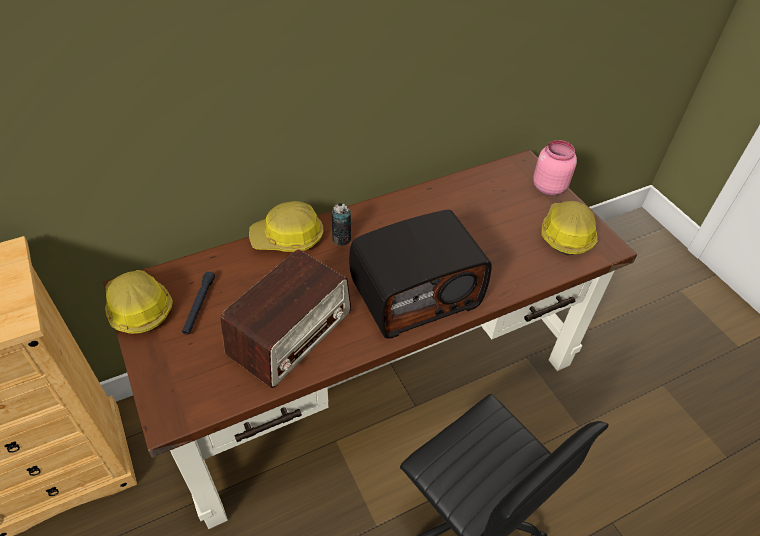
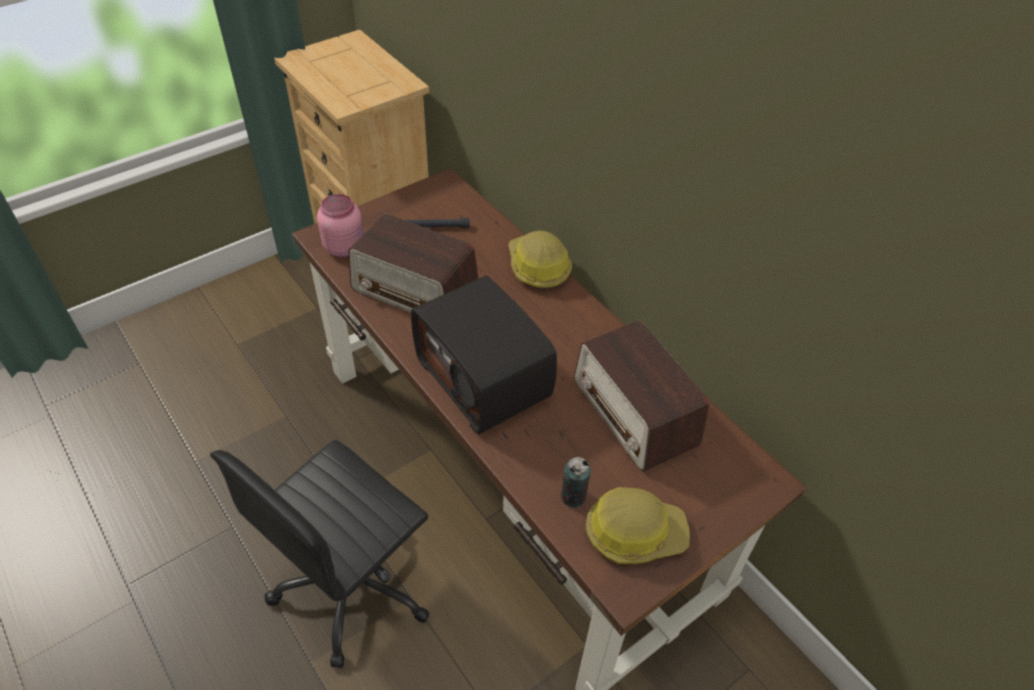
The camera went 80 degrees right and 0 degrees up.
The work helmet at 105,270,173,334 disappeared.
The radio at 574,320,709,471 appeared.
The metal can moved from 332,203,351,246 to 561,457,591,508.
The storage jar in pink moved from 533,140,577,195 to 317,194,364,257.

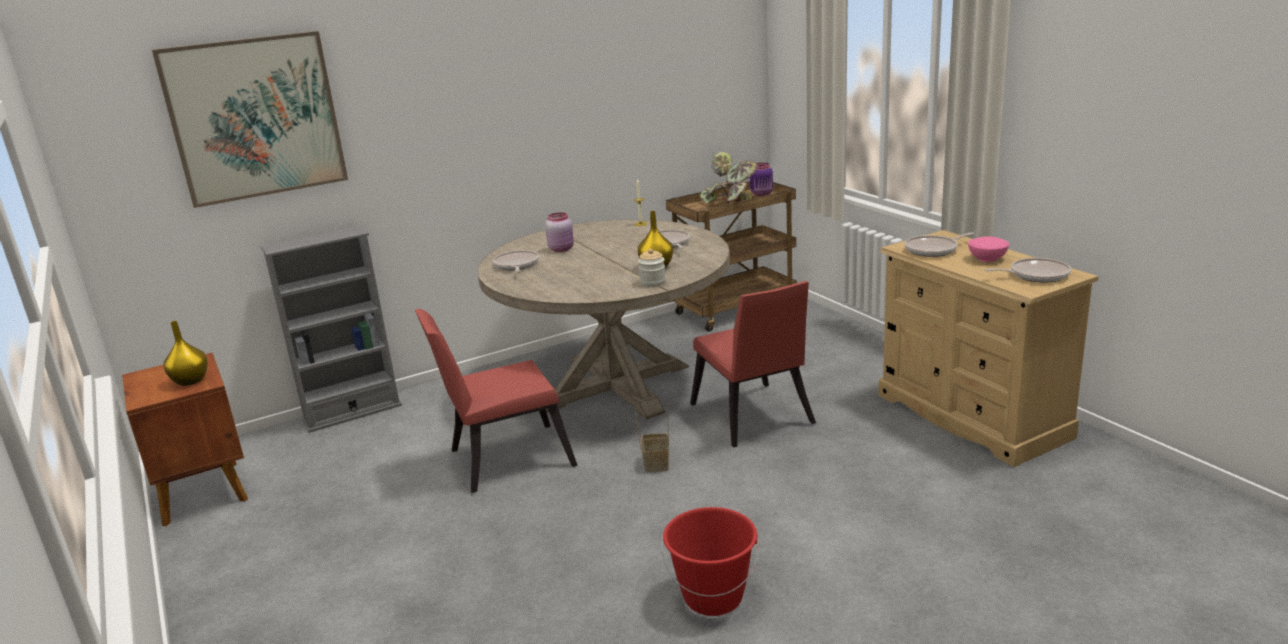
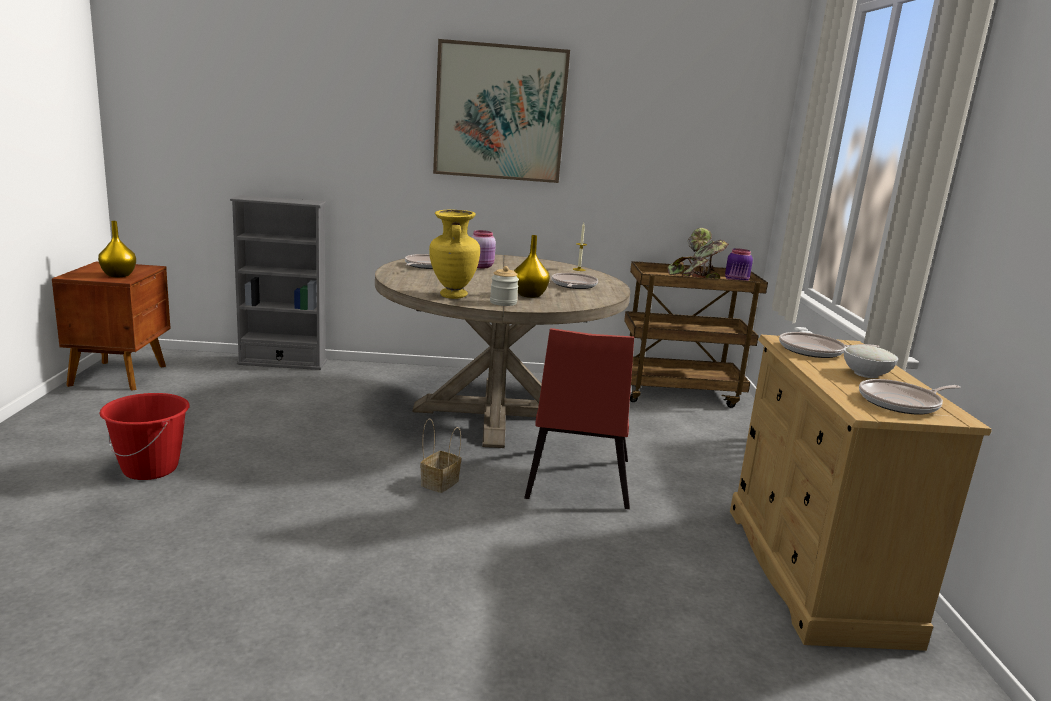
The camera went 25 degrees right and 5 degrees down.
The plain chair in red at 415,309,578,493 disappeared.
The vase in yellow at 429,210,480,299 appeared.
The wall picture moved from 152,31,348,208 to 433,39,570,183.
The pail in red moved from 661,507,759,616 to 100,393,190,480.
The bowl in pink at 968,237,1009,262 became the bowl in white at 844,345,898,378.
The skillet at 985,258,1071,282 turned 135 degrees clockwise.

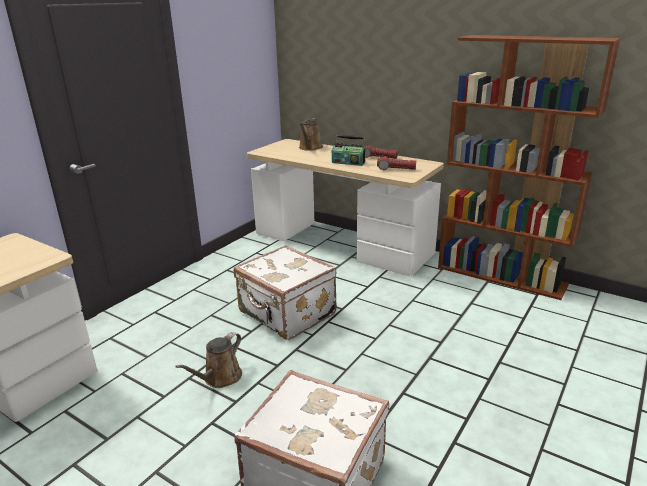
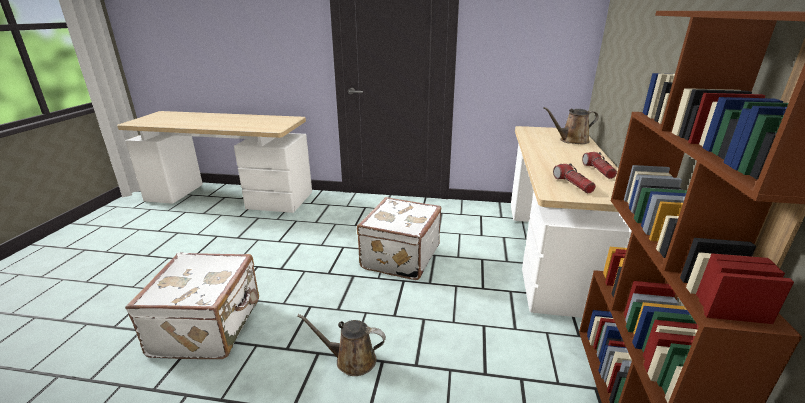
The camera went 65 degrees right and 0 degrees up.
The radio at 332,135,365,166 disappeared.
The watering pot in brownish moved from 175,332,242,388 to 297,314,386,376.

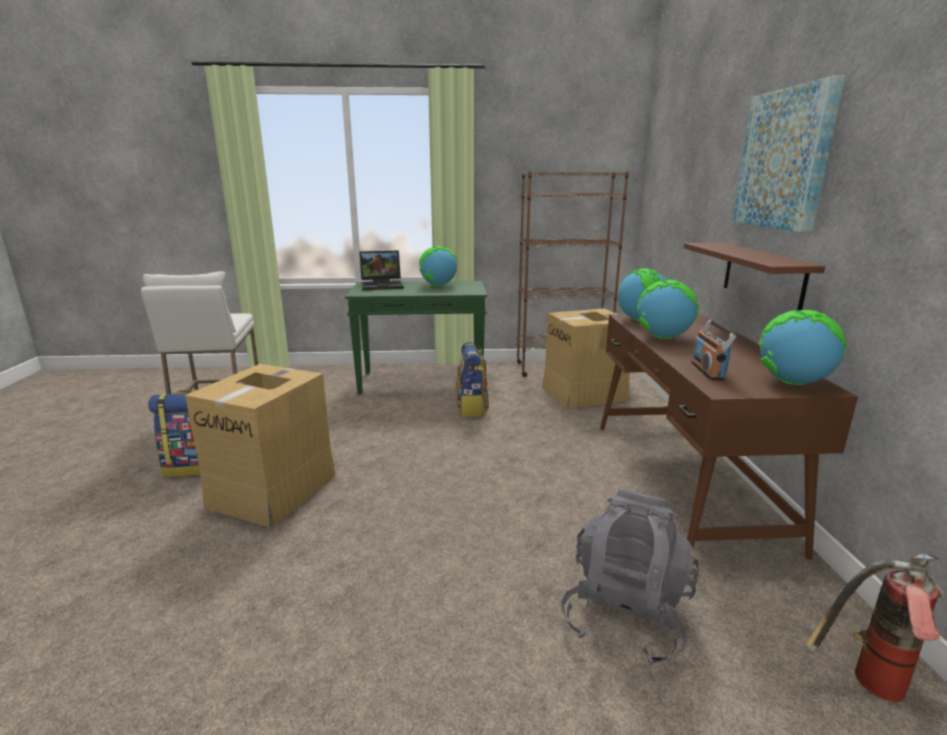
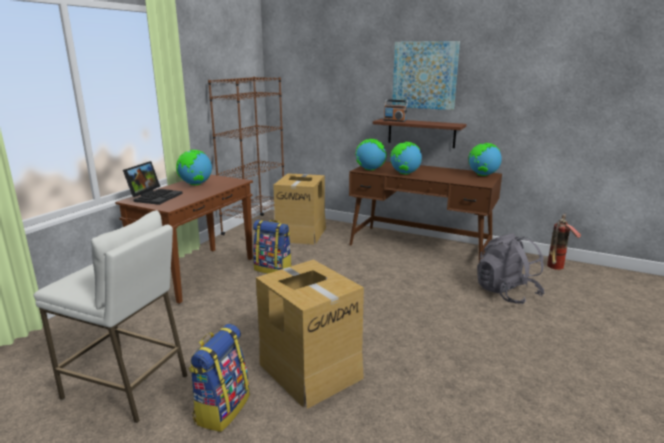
The camera went 60 degrees left and 0 degrees up.
The radio moved from 691,320,736,380 to 384,99,408,122.
The hall table in green at 345,281,487,394 became the hall table in brownish at 115,175,253,304.

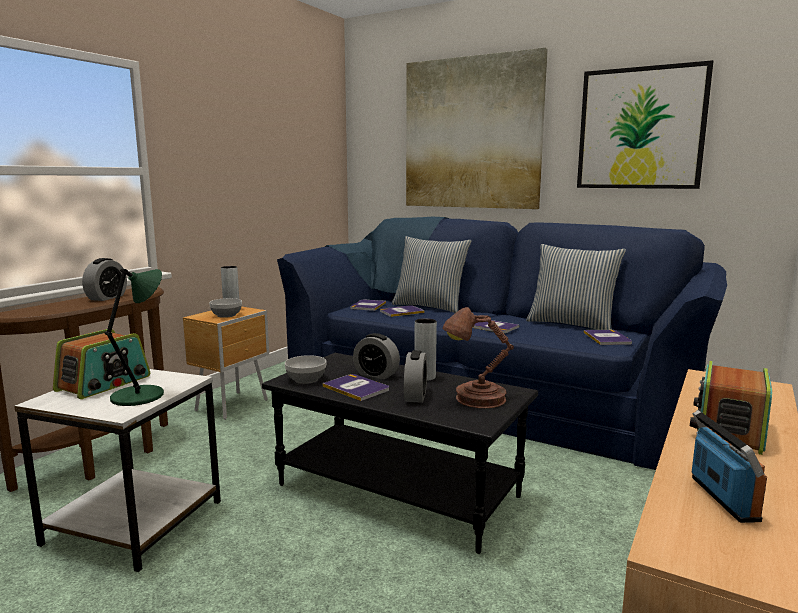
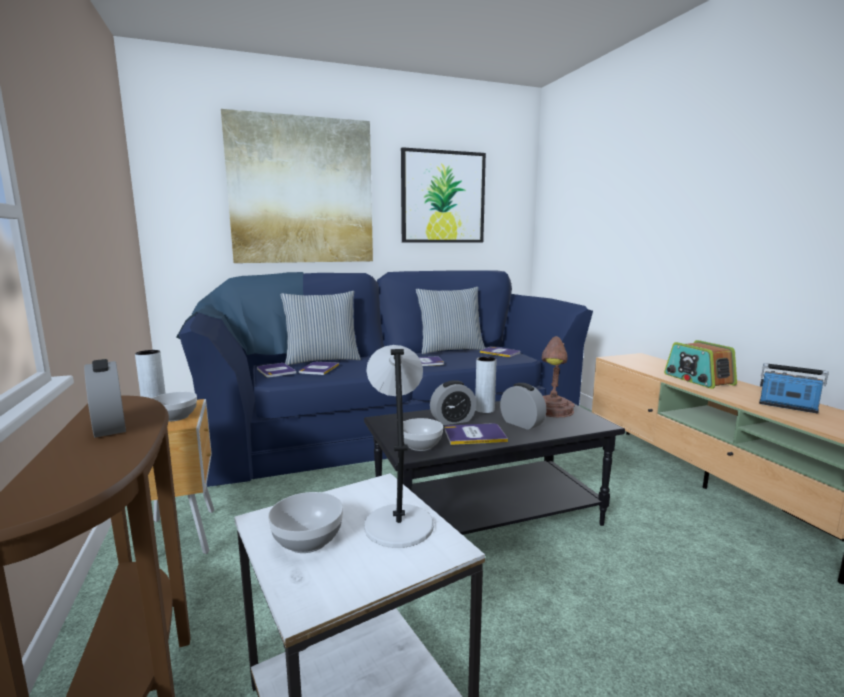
The camera went 50 degrees left and 0 degrees up.
The radio at 53,329,150,399 was replaced by the bowl at 268,492,343,553.
The tabletop lamp in green at 105,268,164,406 became the tabletop lamp in gray at 364,345,434,548.

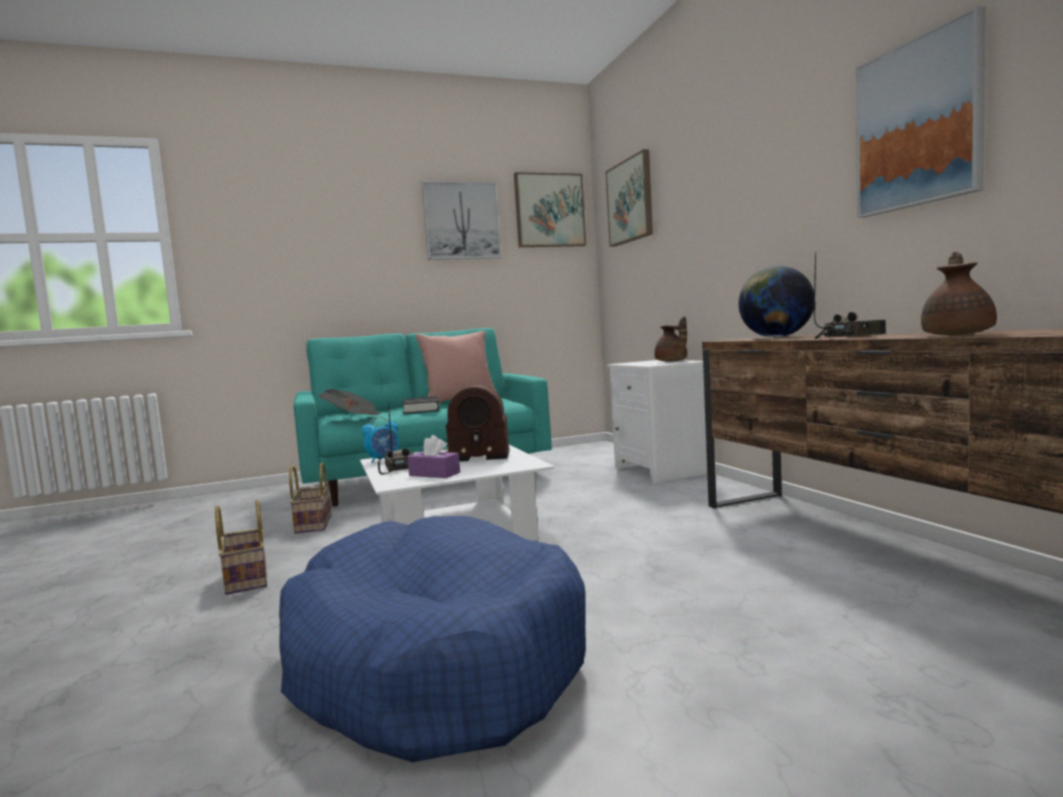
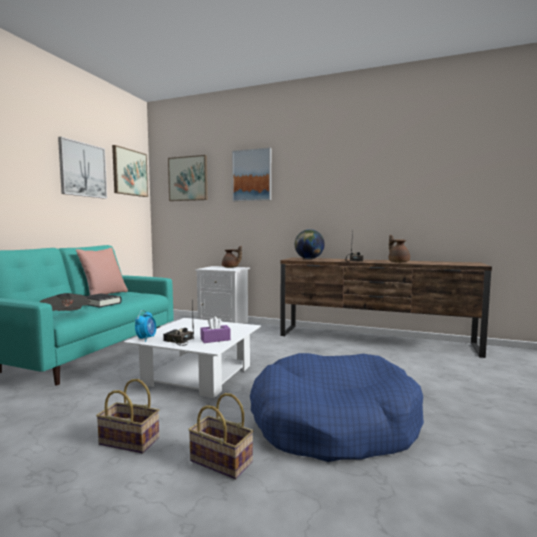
The camera went 50 degrees left and 0 degrees up.
The radio at 443,384,510,462 disappeared.
The household basket moved from 289,463,332,534 to 188,393,254,479.
The wall picture moved from 856,6,986,218 to 232,147,271,201.

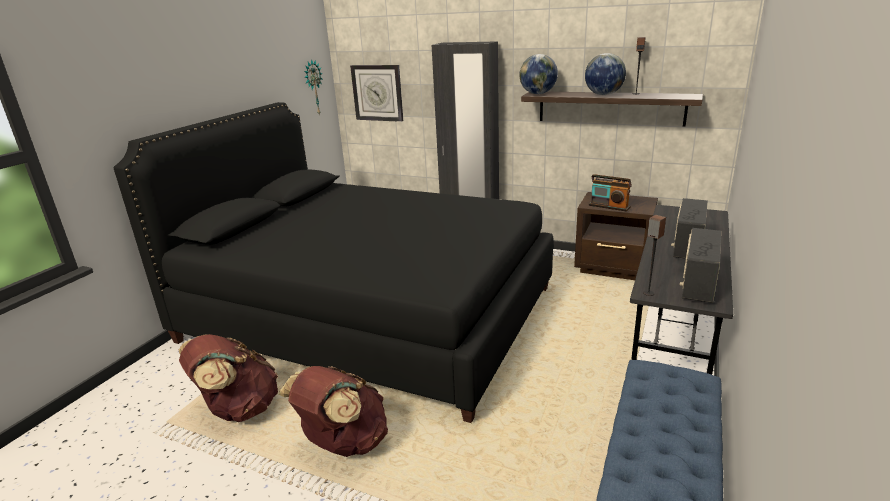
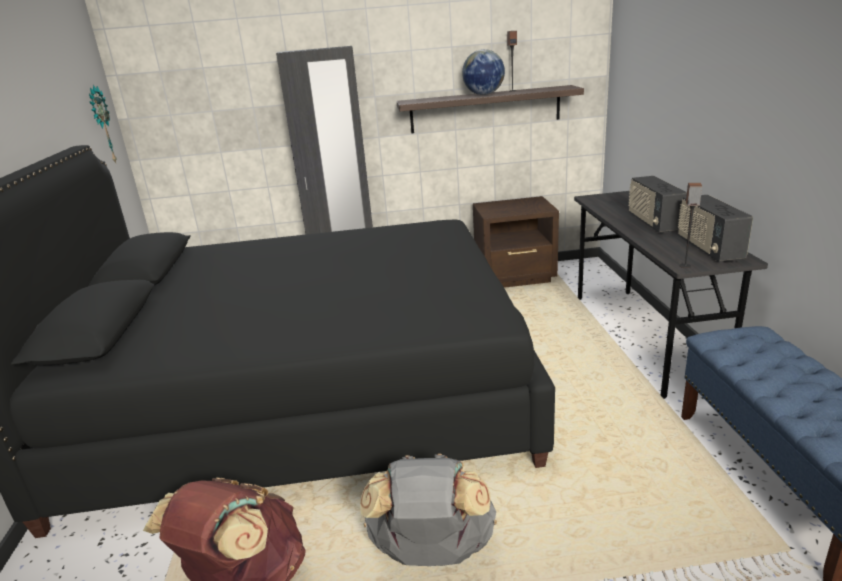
The camera went 30 degrees left and 0 degrees up.
The clock on the wall at 350,65,403,122 disappeared.
The desk globe at 519,54,558,94 disappeared.
The radio at 589,174,632,212 disappeared.
The knapsack in brownish at 278,366,388,457 became the knapsack in gray at 360,454,497,566.

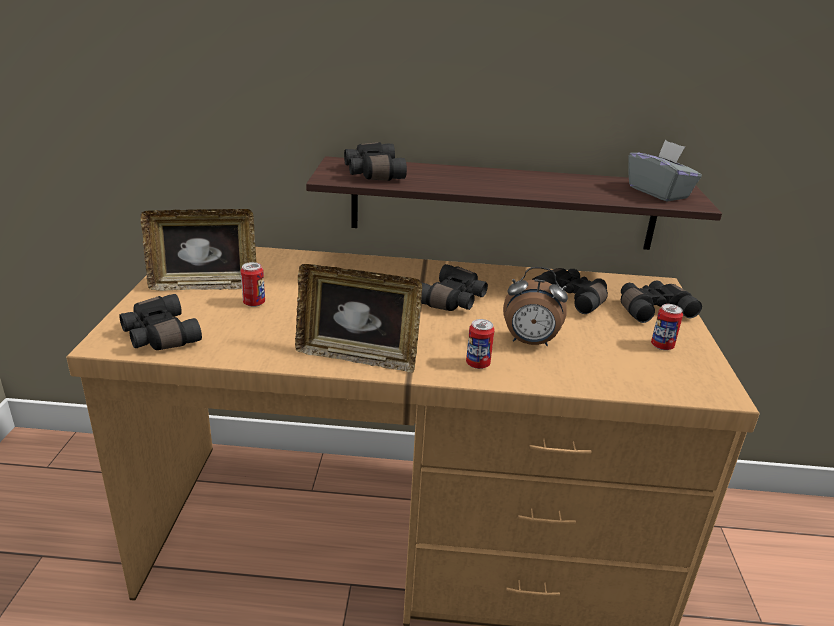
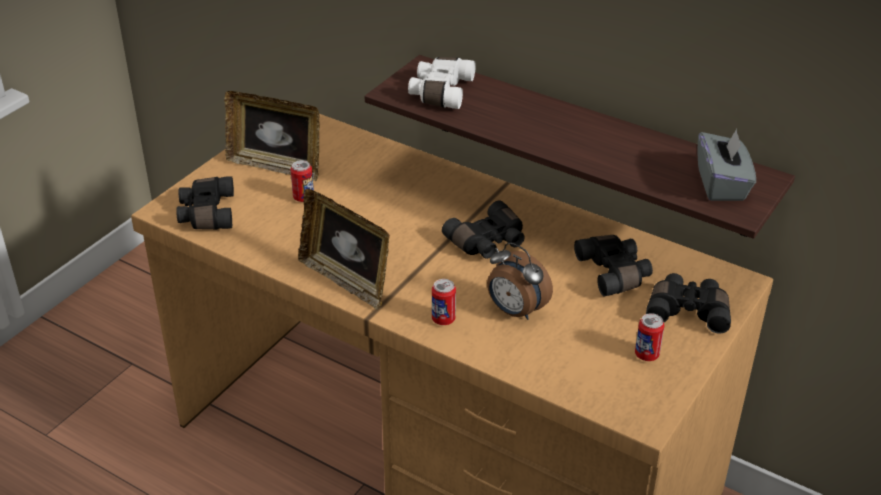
The camera went 30 degrees right and 10 degrees up.
The binoculars in black-coloured at 344,142,407,181 became the binoculars in white at 408,57,476,109.

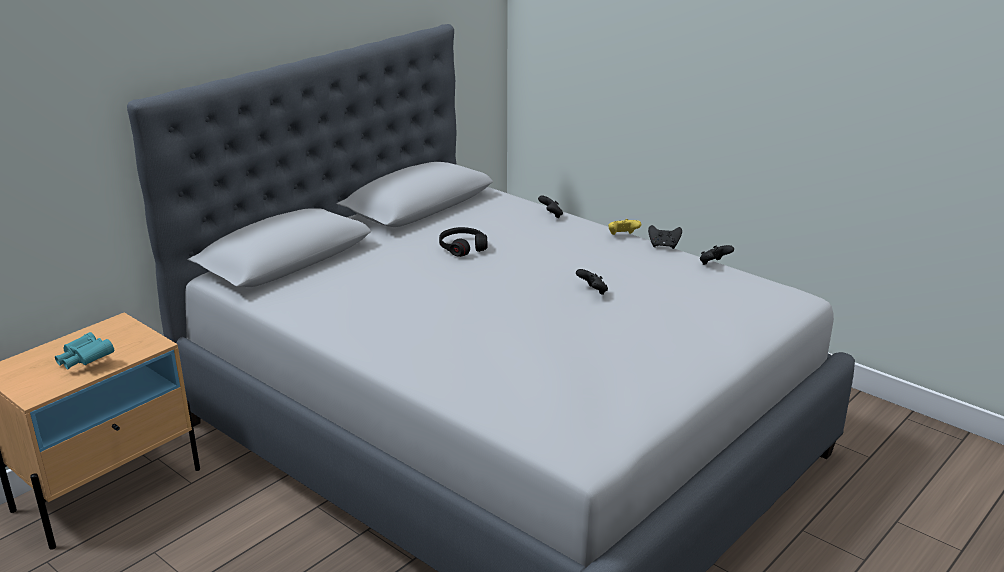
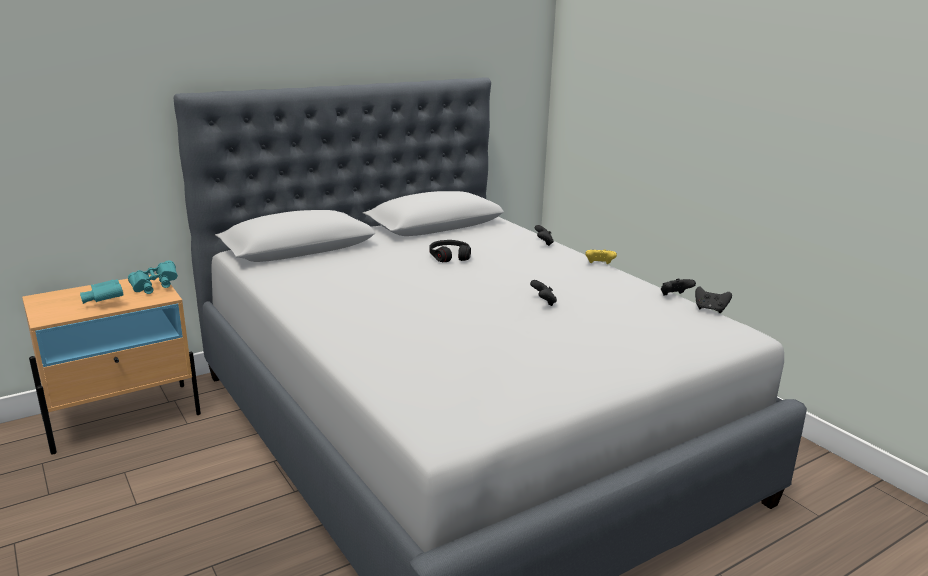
The camera went 15 degrees right and 5 degrees down.
The binoculars in turquoise at 128,260,178,294 appeared.
The joypad in black-coloured moved from 648,225,682,249 to 695,287,732,313.

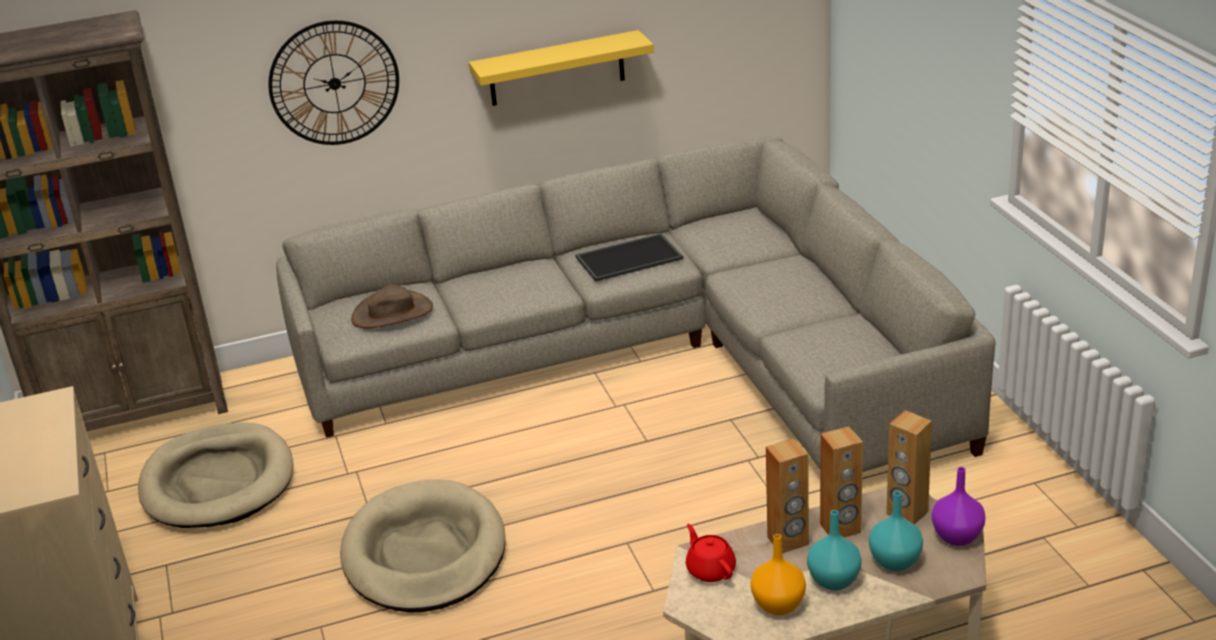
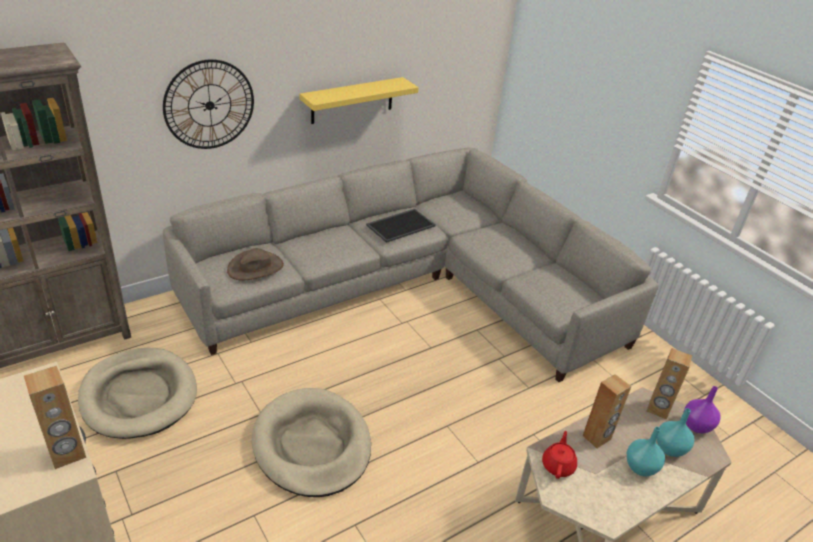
The camera went 20 degrees left and 5 degrees up.
The vase in orange-coloured at 751,534,806,615 disappeared.
The loudspeaker in brownish moved from 820,426,863,538 to 24,366,86,469.
The teapot in red at 686,524,736,582 turned 60 degrees clockwise.

